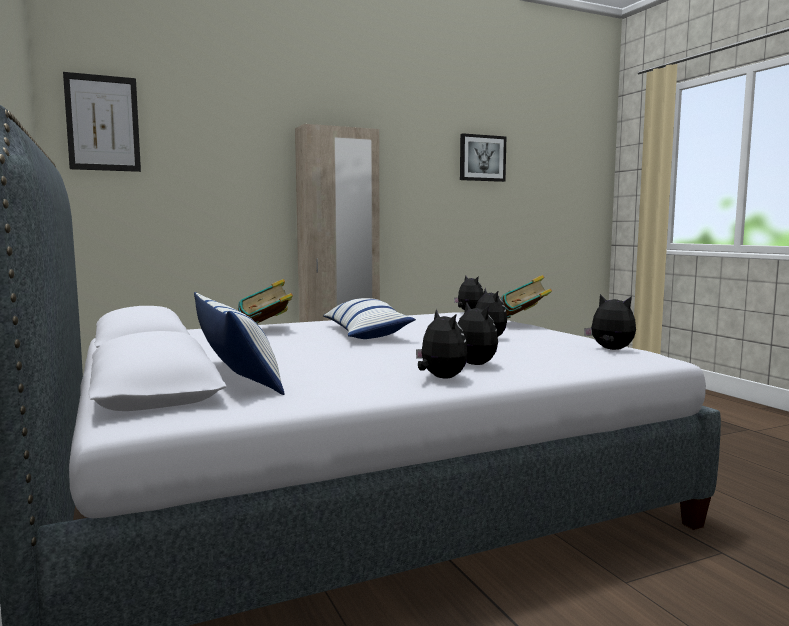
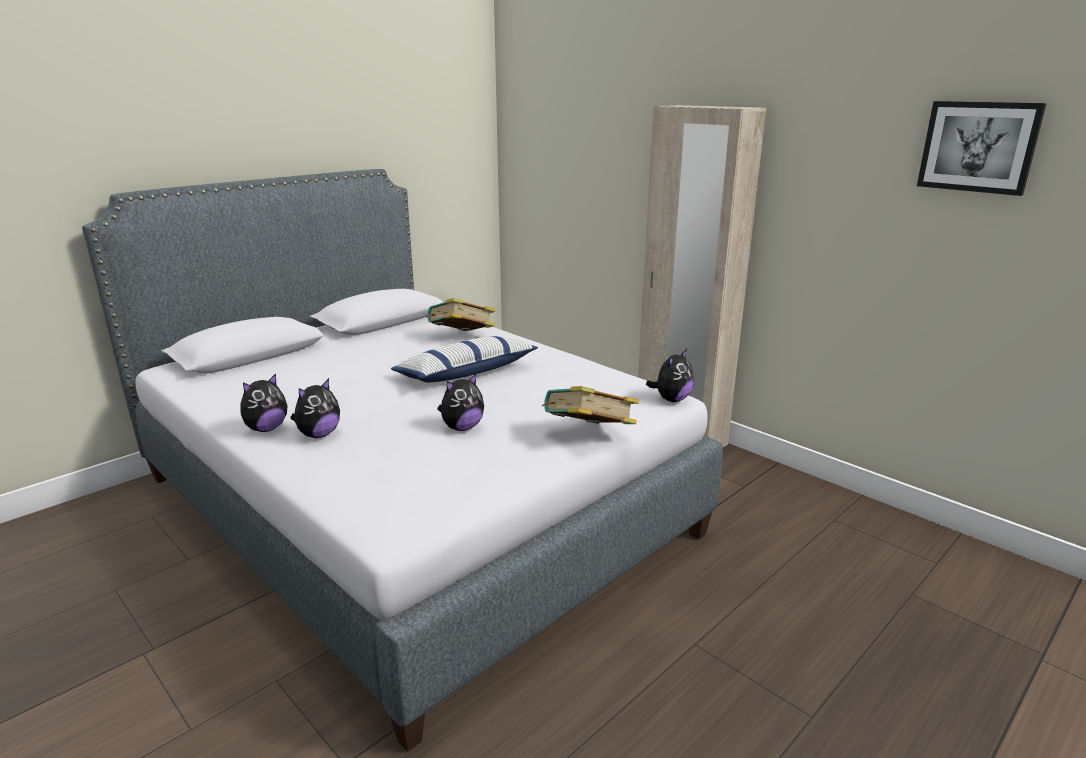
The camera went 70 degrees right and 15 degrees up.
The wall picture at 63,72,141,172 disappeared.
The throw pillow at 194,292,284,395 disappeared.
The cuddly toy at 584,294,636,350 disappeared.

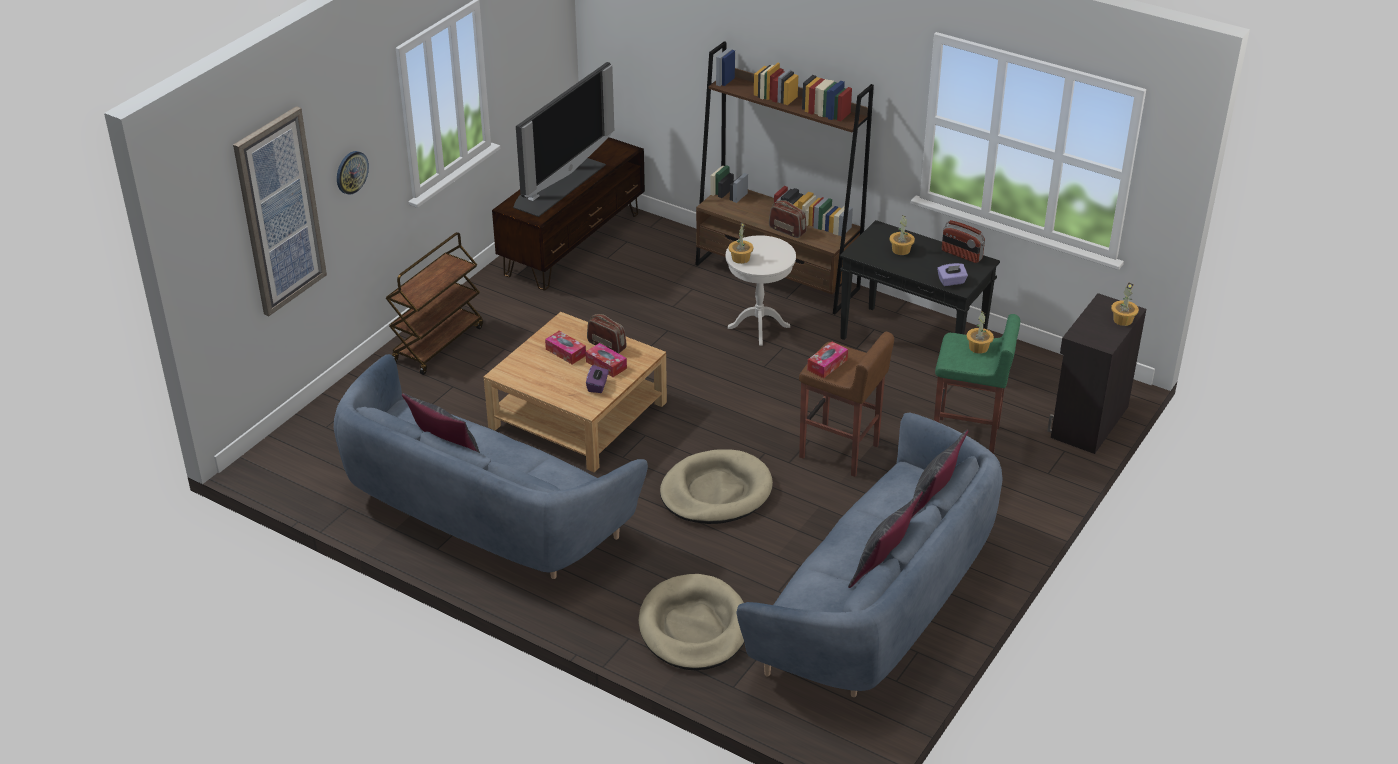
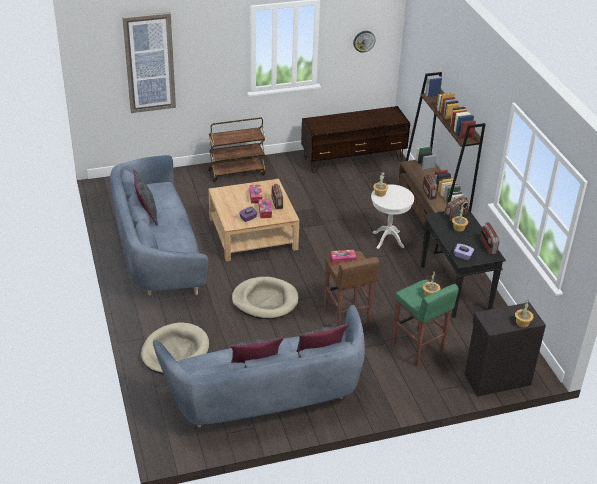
The camera went 40 degrees right and 0 degrees up.
The TV at 513,62,614,217 disappeared.
The radio at 445,196,469,220 appeared.
The clock on the wall moved from 337,151,369,195 to 353,31,376,53.

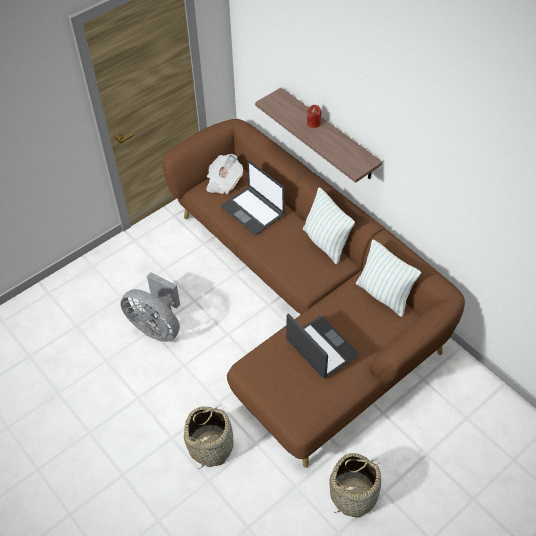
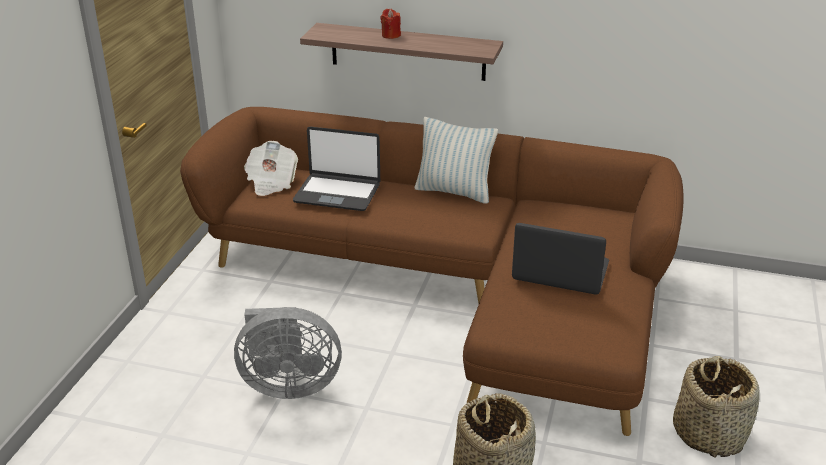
The camera went 35 degrees left and 20 degrees down.
The throw pillow at 356,239,421,317 disappeared.

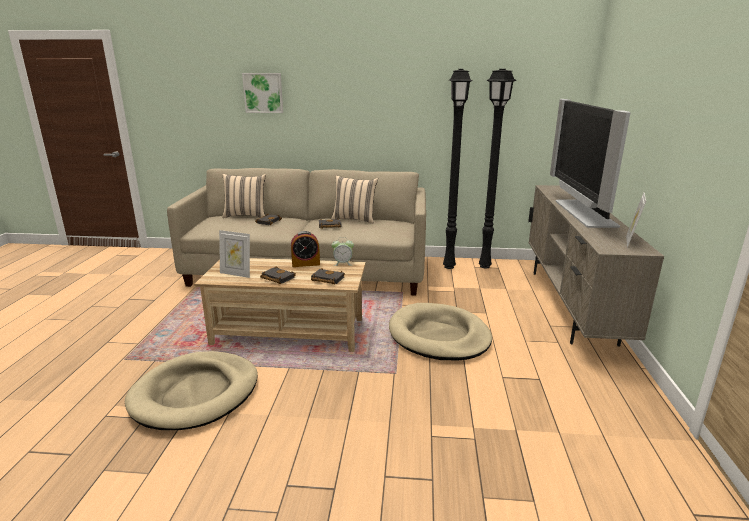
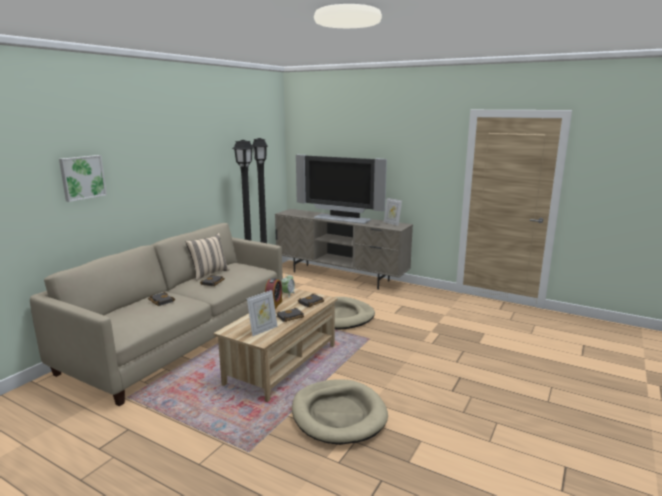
The camera went 65 degrees left and 5 degrees down.
The throw pillow in beige-coloured at 222,174,266,218 disappeared.

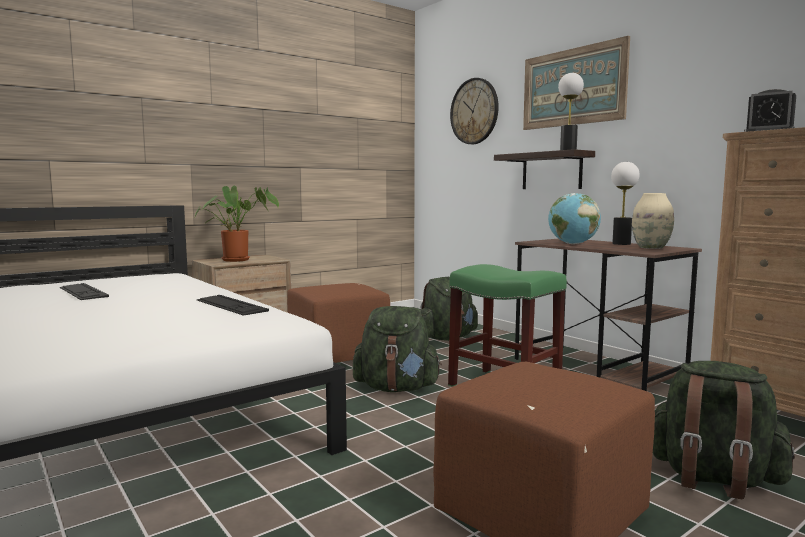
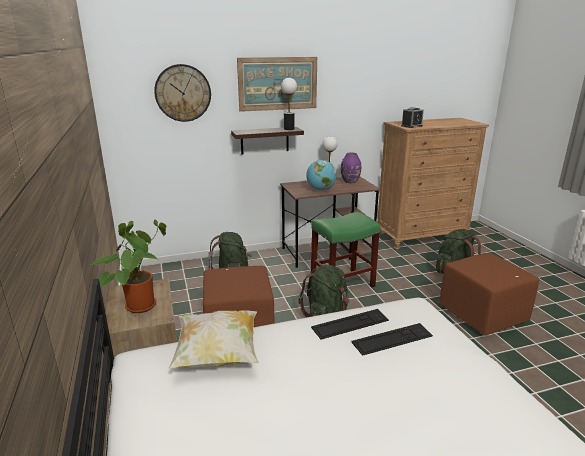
The camera went 70 degrees left and 15 degrees up.
The throw pillow at 168,310,259,369 appeared.
The computer keyboard moved from 60,283,109,300 to 351,323,433,356.
The vase in beige-coloured at 632,193,674,249 became the vase in purplish at 341,152,361,183.

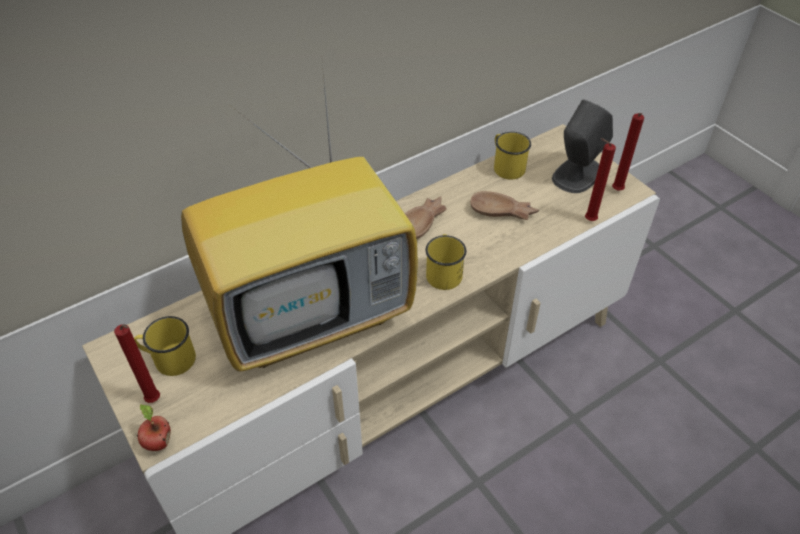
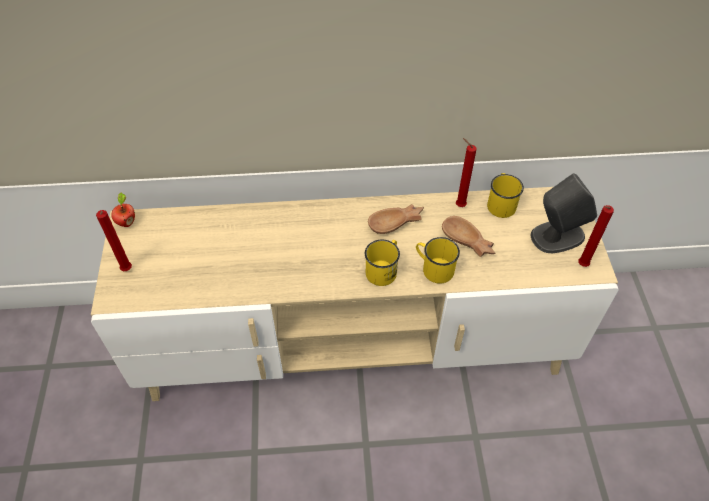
The camera went 30 degrees right and 5 degrees up.
The TV at 181,62,418,372 disappeared.
The tea mug in yellow moved from 134,316,196,376 to 416,237,460,283.
The apple moved from 137,404,171,451 to 111,193,135,227.
The candle in red moved from 585,138,616,221 to 456,138,477,207.

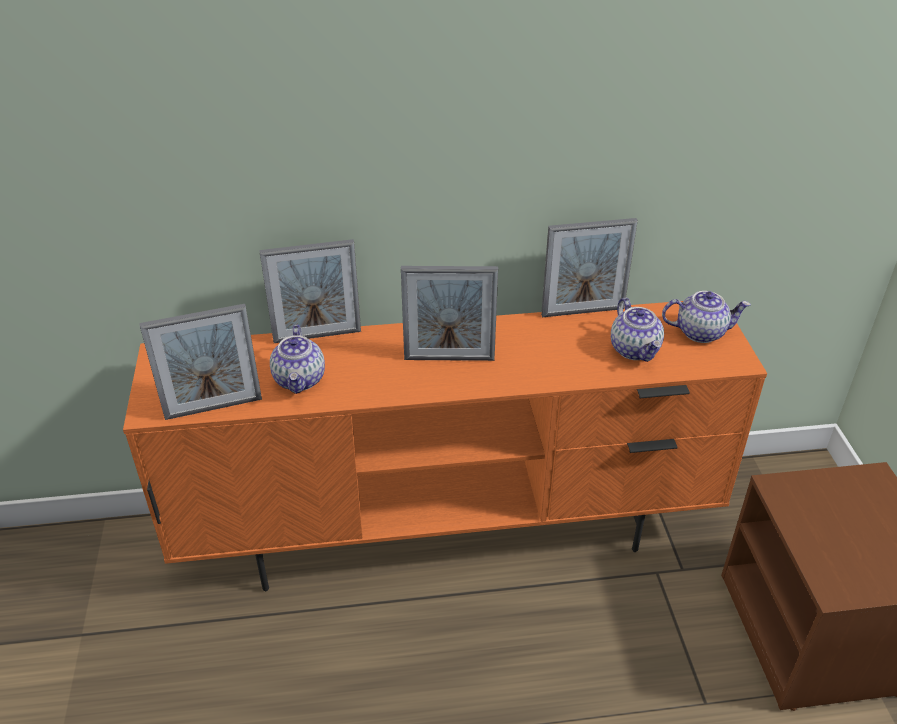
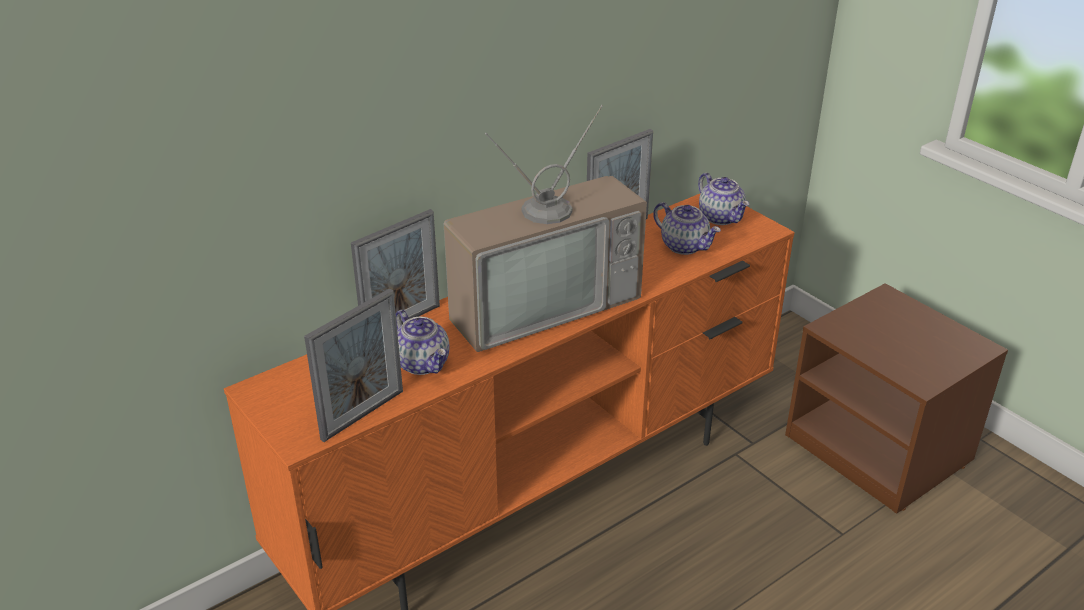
The camera went 30 degrees left and 5 degrees down.
The photo frame at 401,266,498,361 was replaced by the TV at 444,105,647,352.
The teapot at 662,291,751,343 turned 90 degrees clockwise.

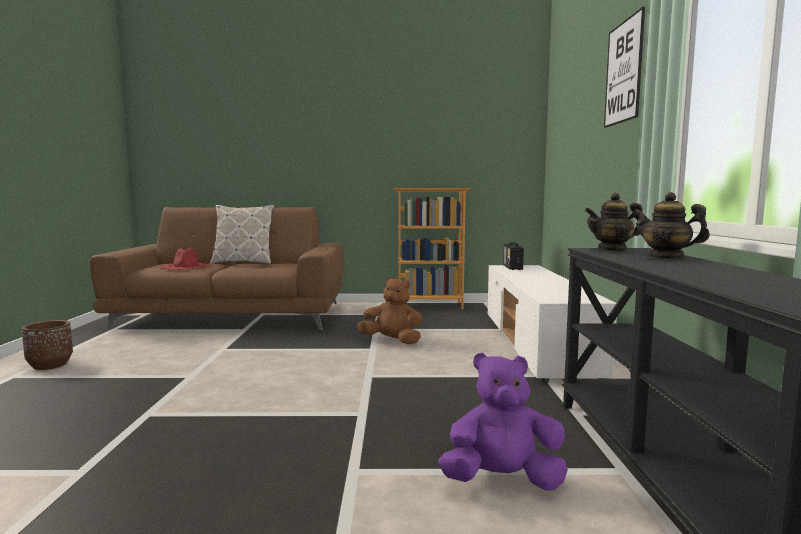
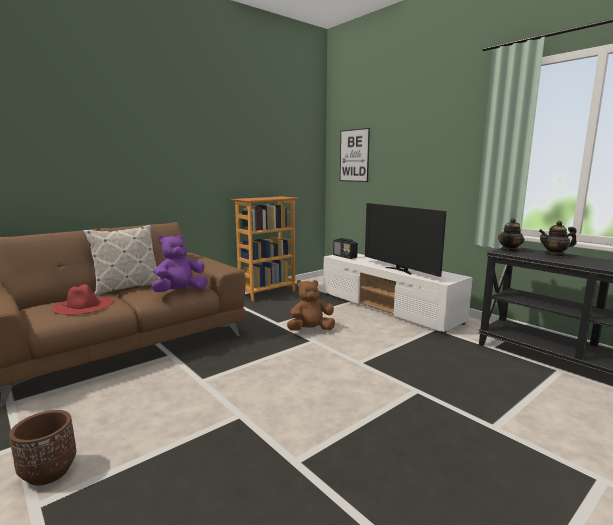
The camera went 40 degrees left and 5 degrees up.
The TV at 365,203,446,277 appeared.
The cuddly toy in purplish moved from 439,353,568,491 to 152,235,208,292.
The wall picture moved from 604,7,645,128 to 340,128,370,182.

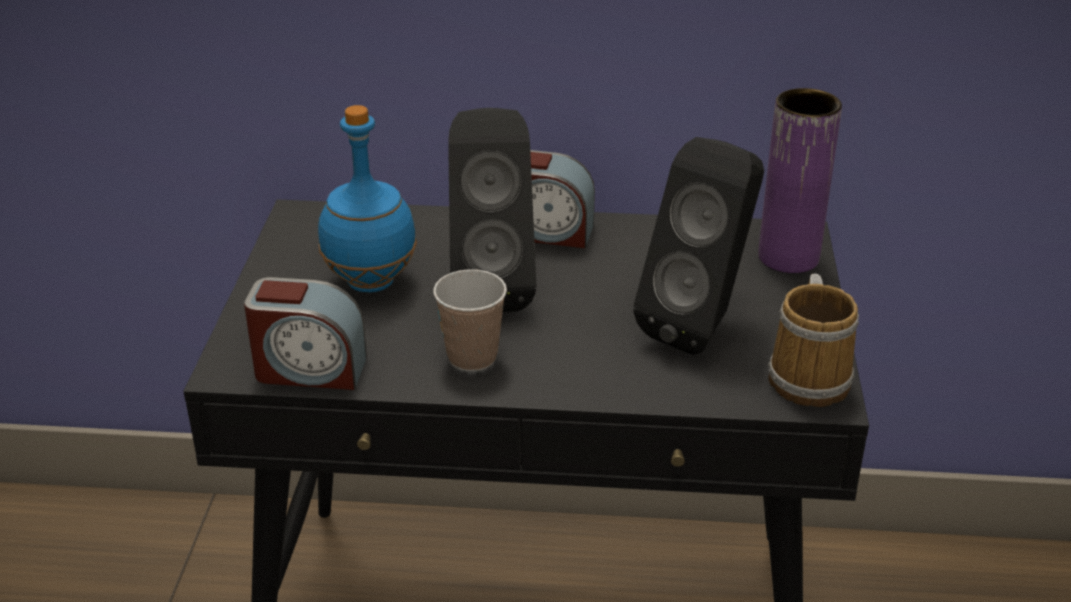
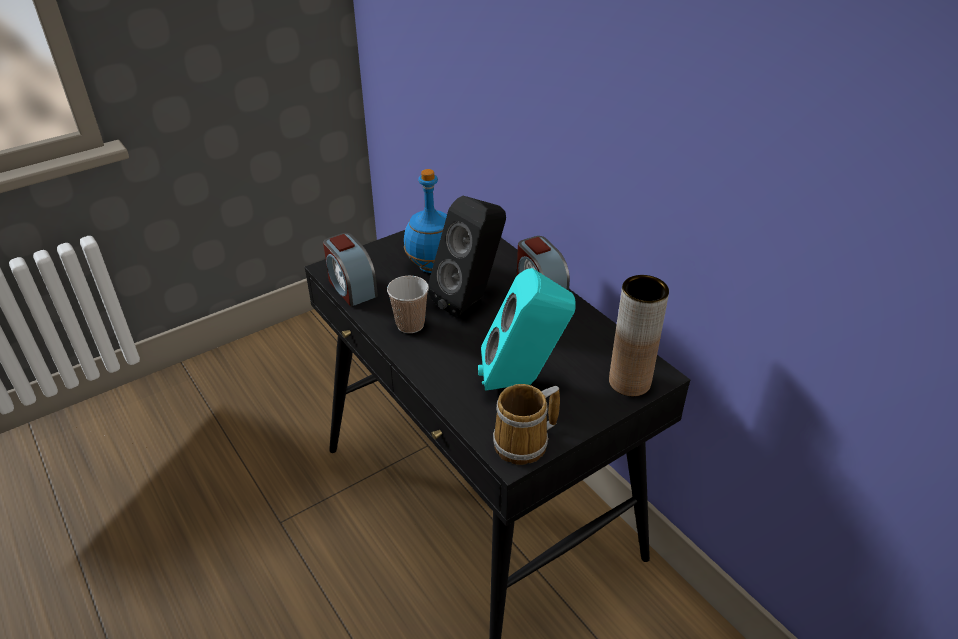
The camera went 50 degrees right and 5 degrees up.
The loudspeaker in black-coloured at 633,137,764,355 became the loudspeaker in turquoise at 478,268,576,391.
The vase in purplish at 758,88,842,273 became the vase in brownish at 609,275,669,397.

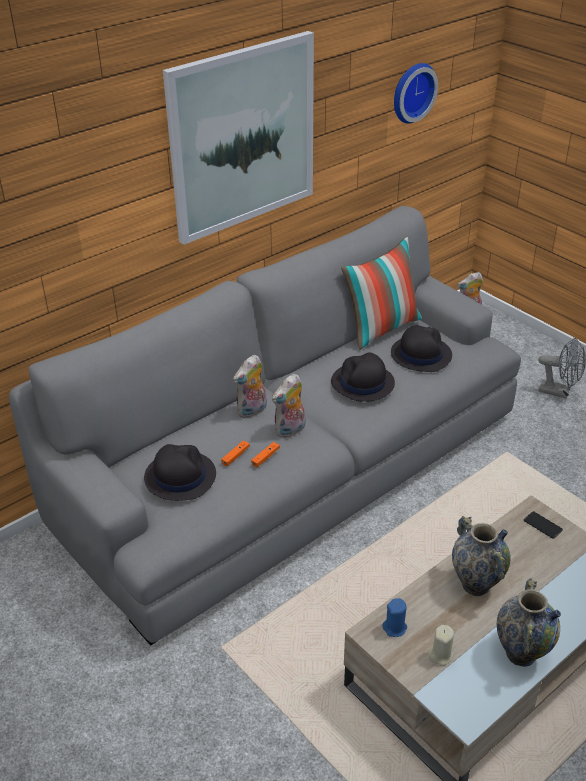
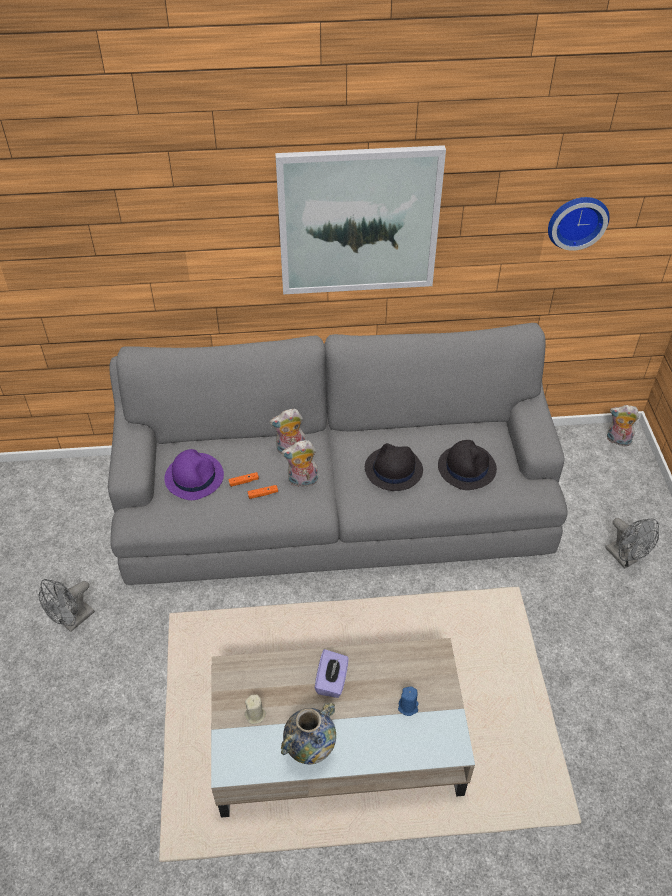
The camera went 35 degrees right and 10 degrees up.
The throw pillow at 341,237,422,350 disappeared.
The phone at 524,511,563,539 disappeared.
The electric fan in gray at 39,579,95,632 appeared.
The candle in bluish moved from 382,598,407,637 to 398,687,419,716.
The vase at 452,516,511,596 was replaced by the tissue box in purplish at 315,649,349,698.
The wearable hat in black-coloured at 144,444,216,501 became the wearable hat in purplish at 164,449,224,500.

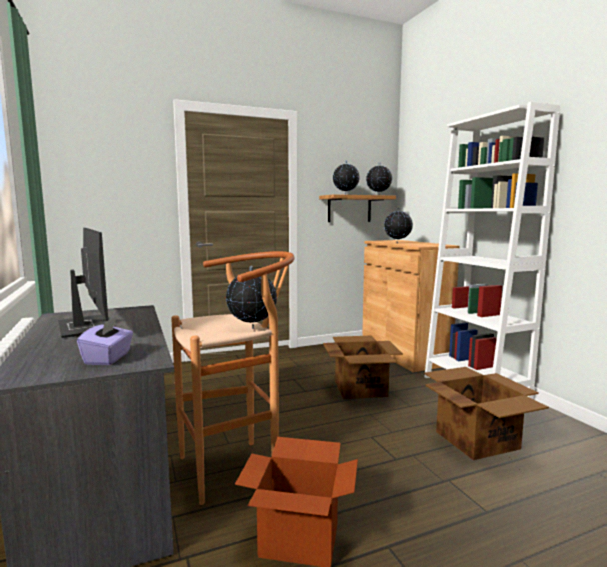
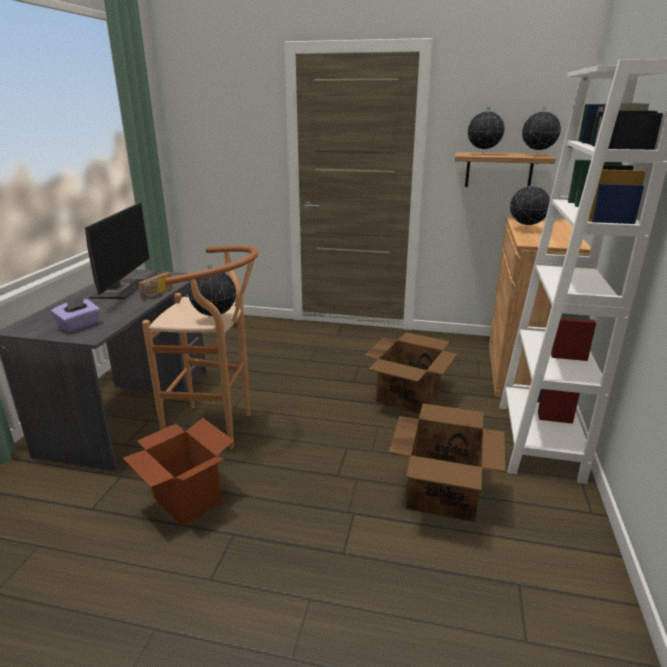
The camera went 35 degrees right and 15 degrees up.
The radio at 139,272,173,300 appeared.

